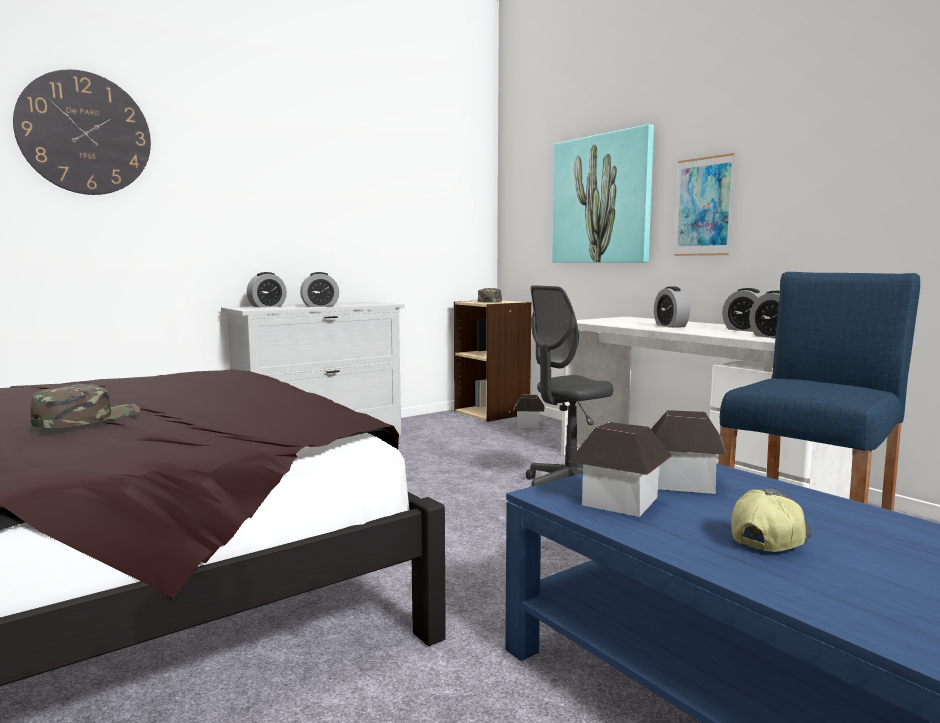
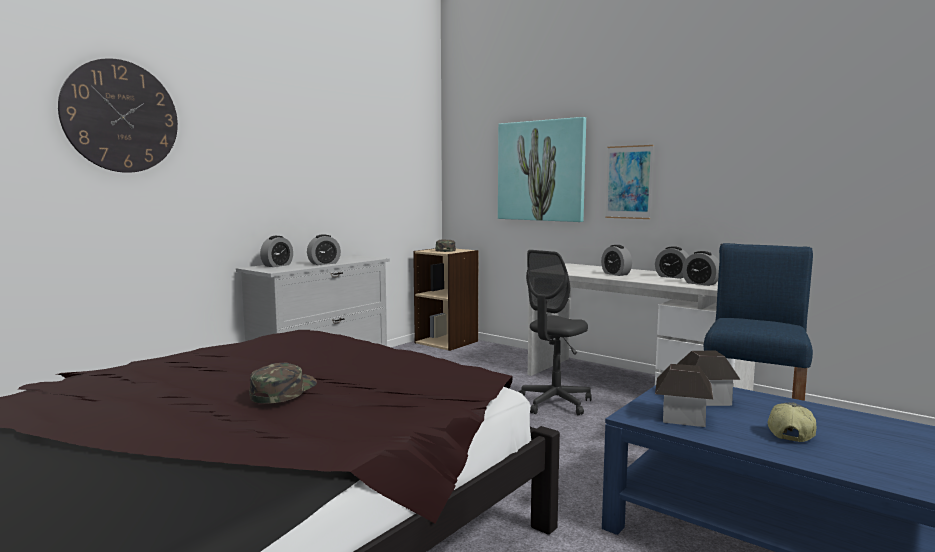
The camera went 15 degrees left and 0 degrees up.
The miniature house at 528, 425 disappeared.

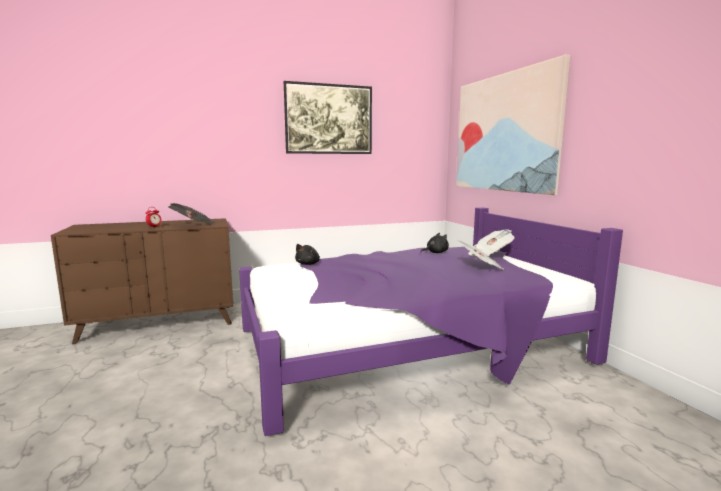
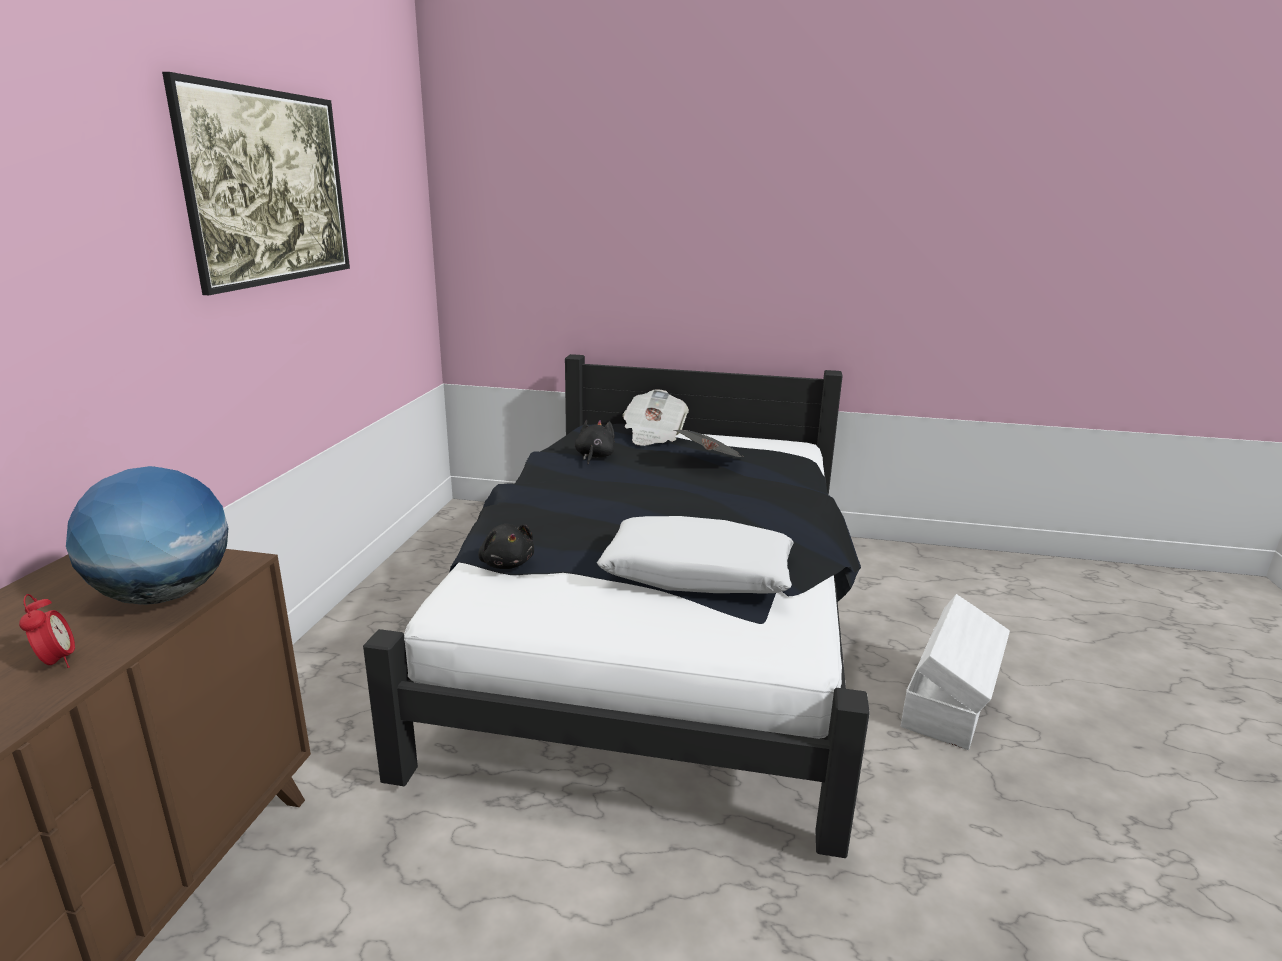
The camera went 60 degrees left and 10 degrees up.
The wall picture at 504, 133 disappeared.
The newspaper at 193, 225 was replaced by the world globe at 164, 595.
The purplish bed at 406, 348 became the black-coloured bed at 658, 631.
The white-coloured cushion at 697, 574 appeared.
The white-coloured storage container at 950, 701 appeared.

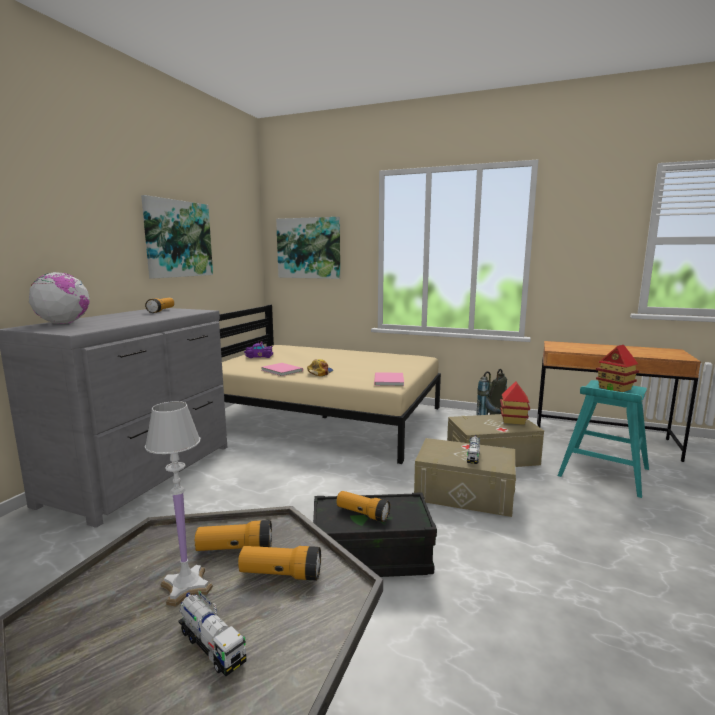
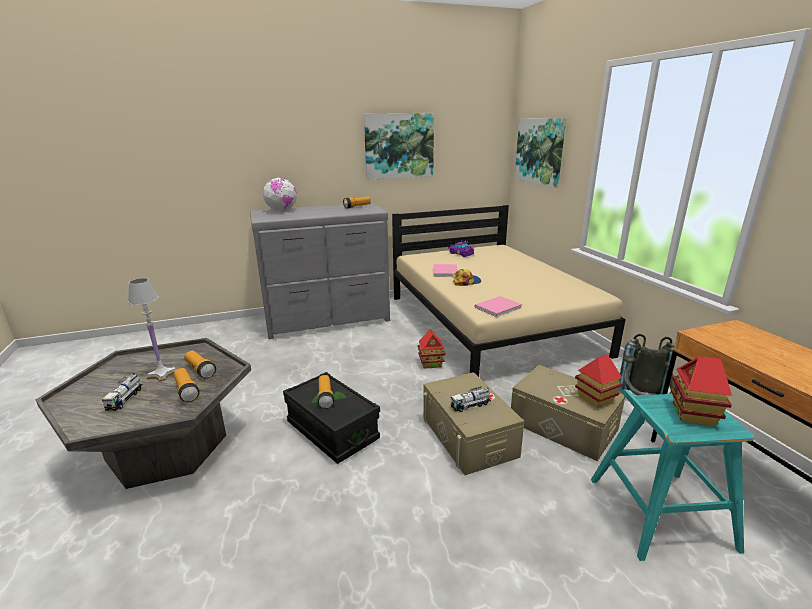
The camera went 50 degrees right and 10 degrees up.
The miniature house at 431, 363 appeared.

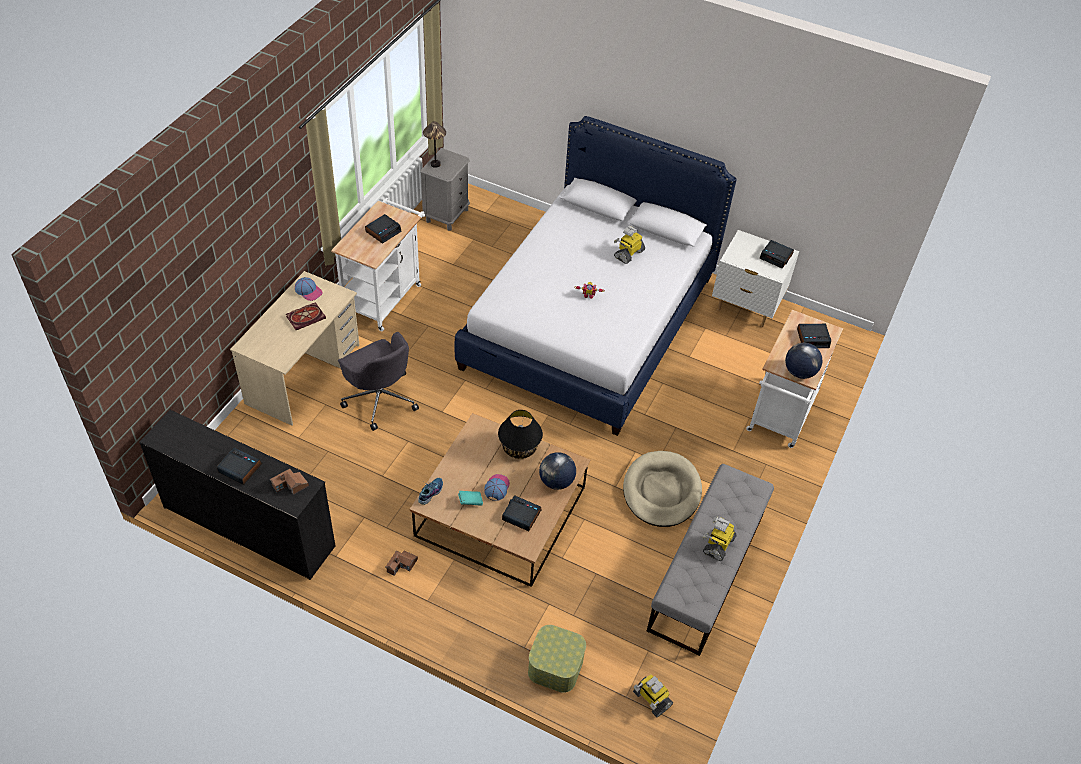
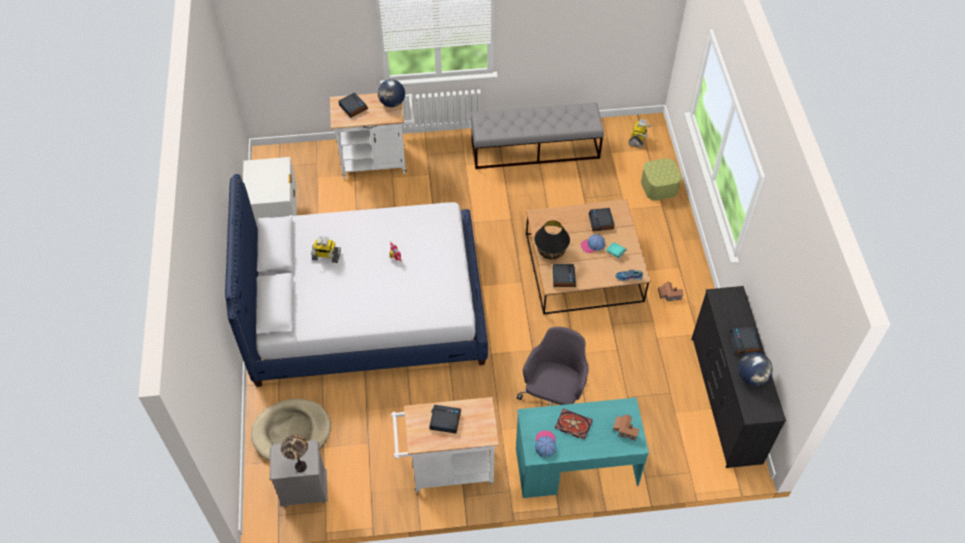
The camera went 120 degrees left and 5 degrees up.
The bedside clock moved from 776, 257 to 563, 277.
The beige-coloured desk table at 304, 374 became the turquoise desk table at 576, 466.
The beige-coloured dog cushion moved from 661, 491 to 291, 432.
The world globe moved from 556, 482 to 751, 377.
The miniature house moved from 290, 485 to 625, 429.
The model robot at 718, 544 disappeared.

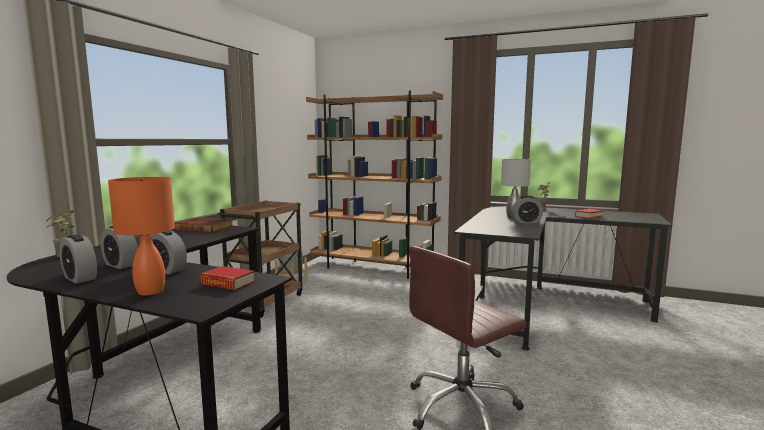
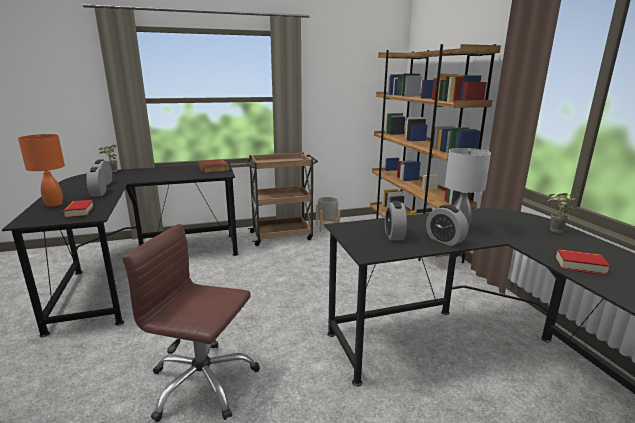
The camera went 50 degrees right and 10 degrees up.
The bedside clock moved from 80, 278 to 394, 235.

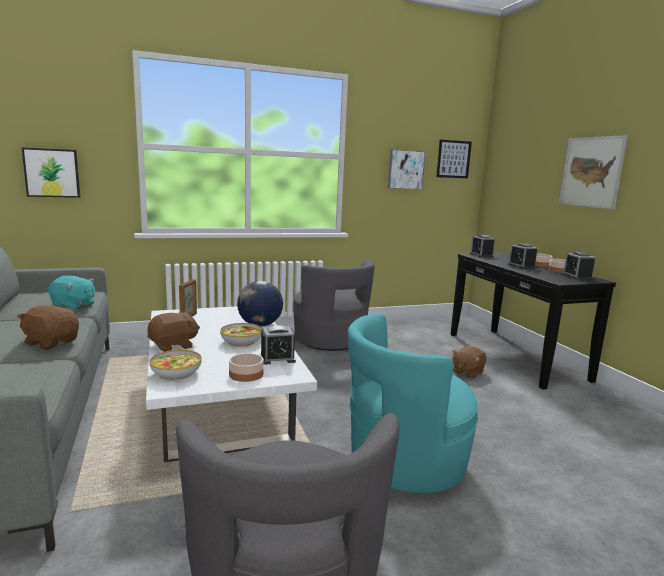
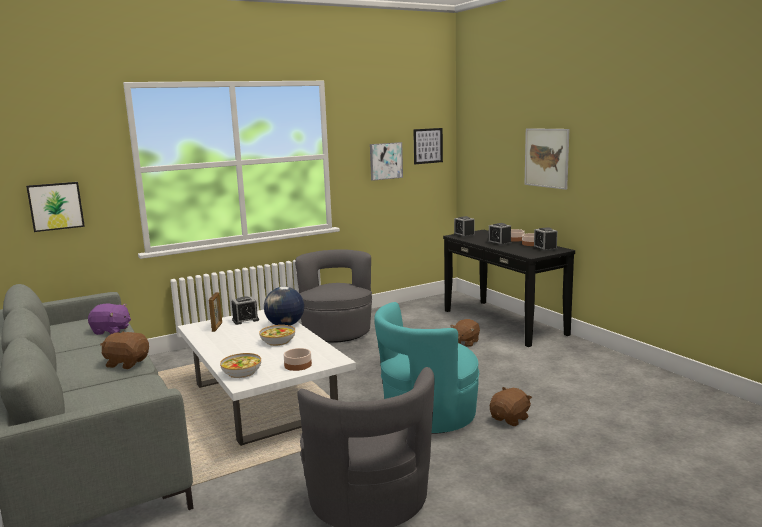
The camera went 10 degrees left and 0 degrees up.
The gray lounge chair at 330, 341 turned 135 degrees counterclockwise.
The turquoise soft toy at 73, 305 became the purplish soft toy at 111, 331.
The brown-coloured soft toy moved from 173, 346 to 510, 419.
The bedside clock moved from 277, 358 to 245, 320.

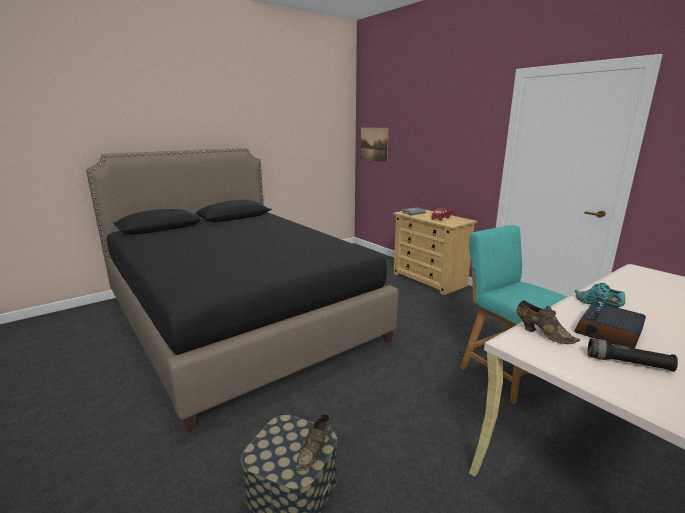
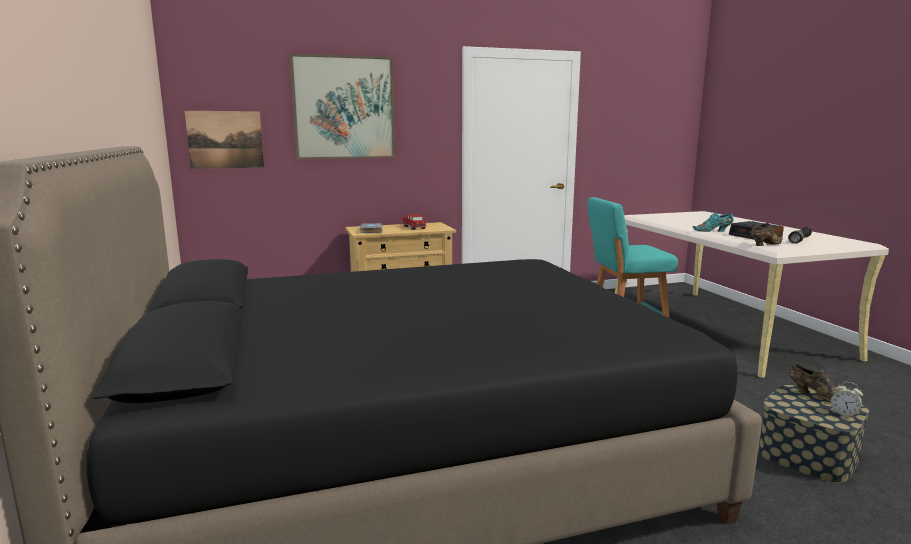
The camera went 70 degrees left and 5 degrees down.
The wall picture at 344, 108 appeared.
The bedside clock at 844, 414 appeared.

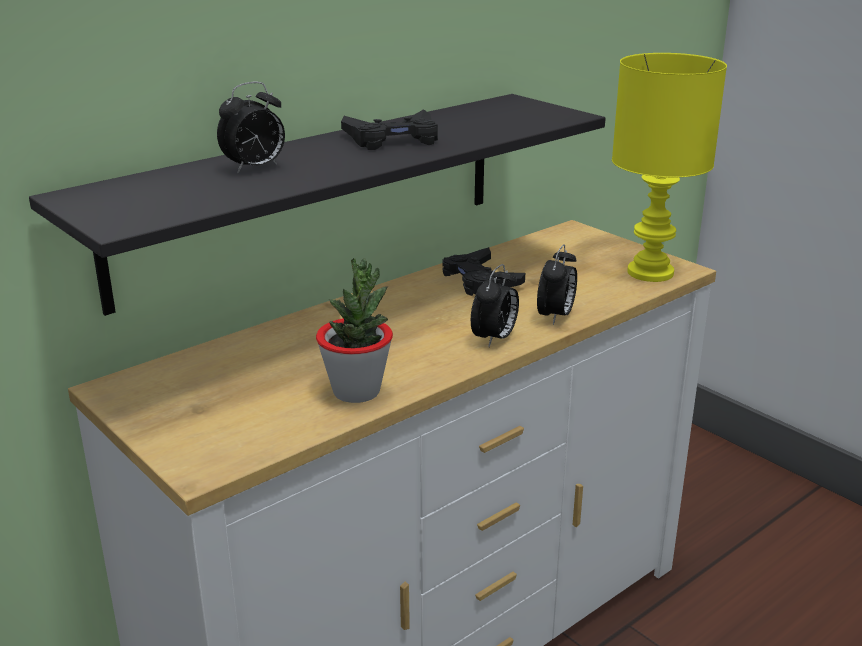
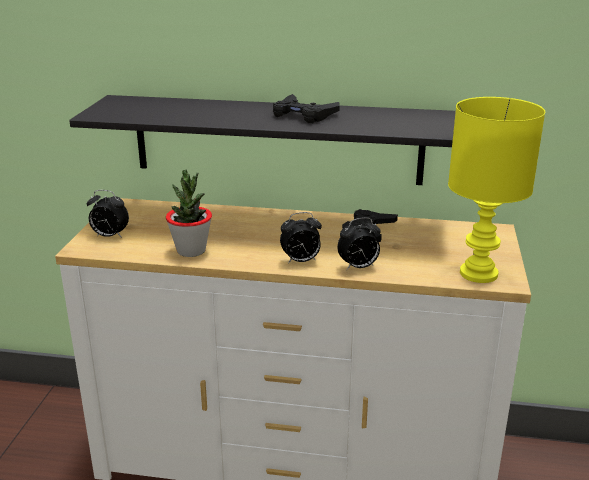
The camera went 50 degrees right and 0 degrees up.
The bedside clock moved from 255, 168 to 109, 236.

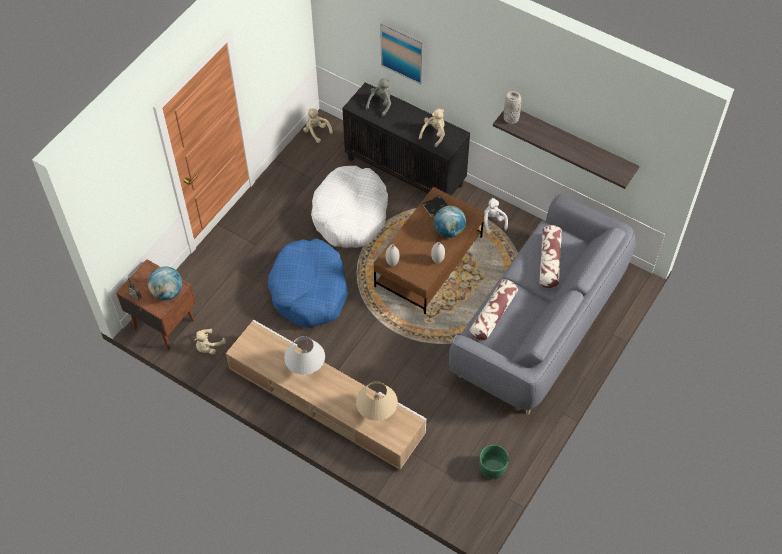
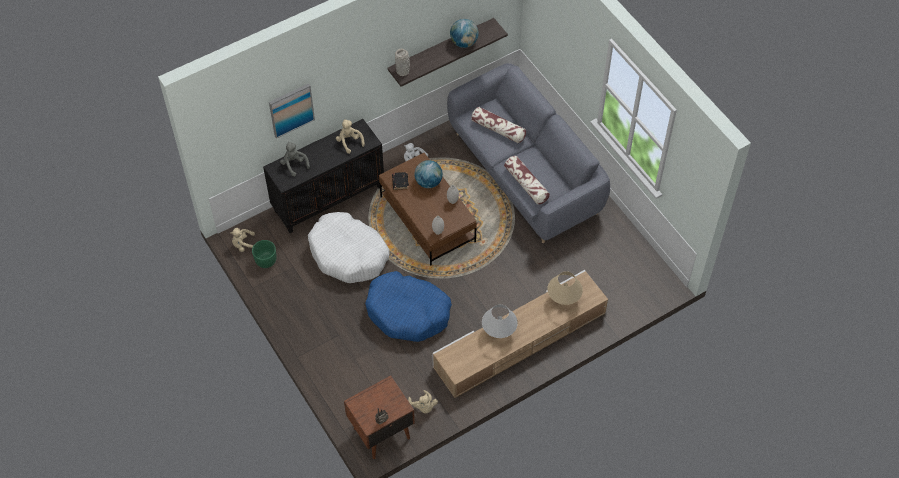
The camera went 65 degrees left and 0 degrees up.
The world globe moved from 167, 292 to 464, 42.
The green plant pot moved from 492, 468 to 266, 260.

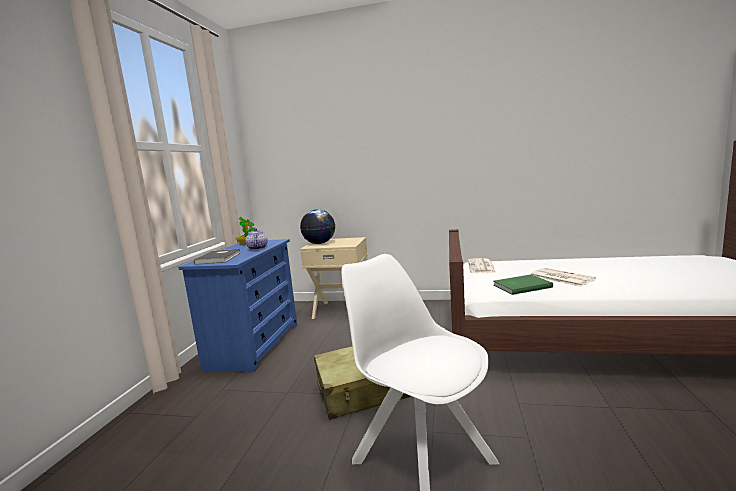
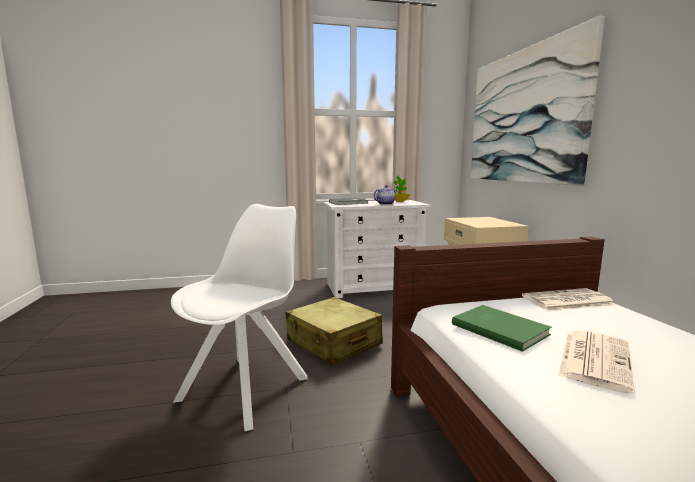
The camera went 65 degrees right and 0 degrees up.
The world globe at 319, 243 disappeared.
The bluish dresser at 255, 345 became the white-coloured dresser at 374, 287.
The wall picture at 523, 116 appeared.

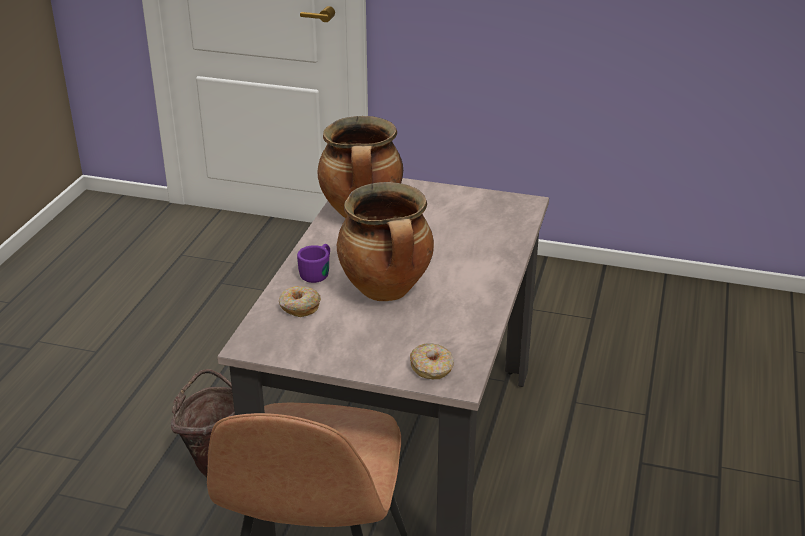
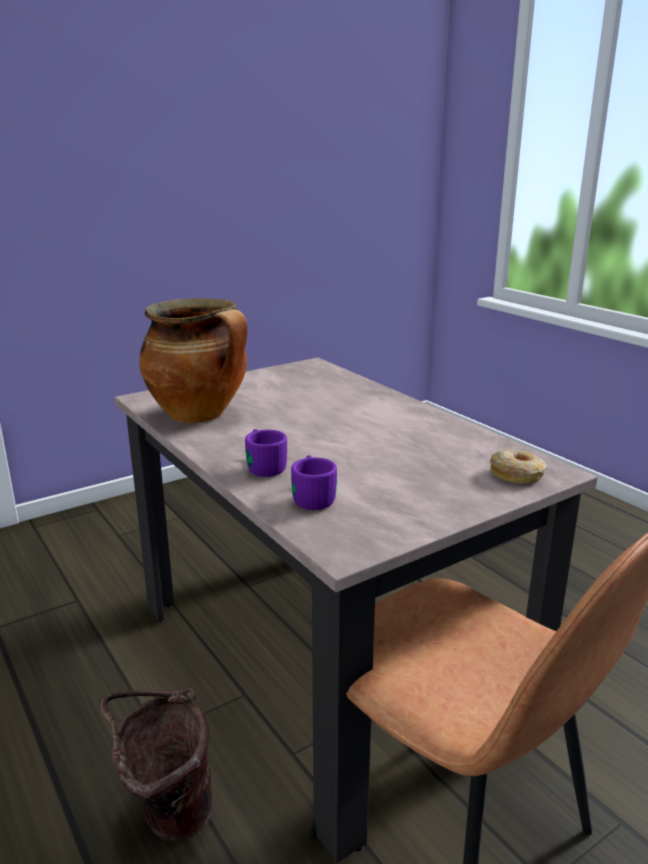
The camera went 50 degrees left and 10 degrees down.
The saucepot at 387, 291 disappeared.
The donut at 299, 307 was replaced by the purplish tea mug at 312, 496.

